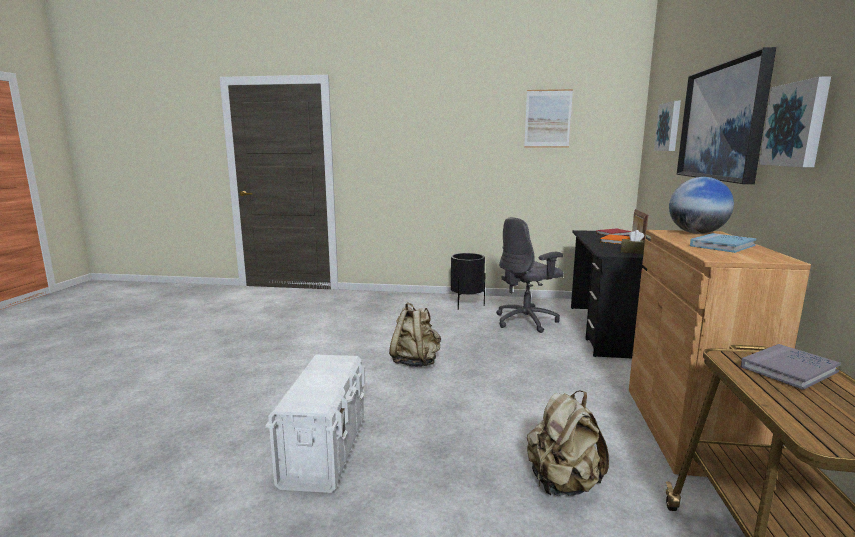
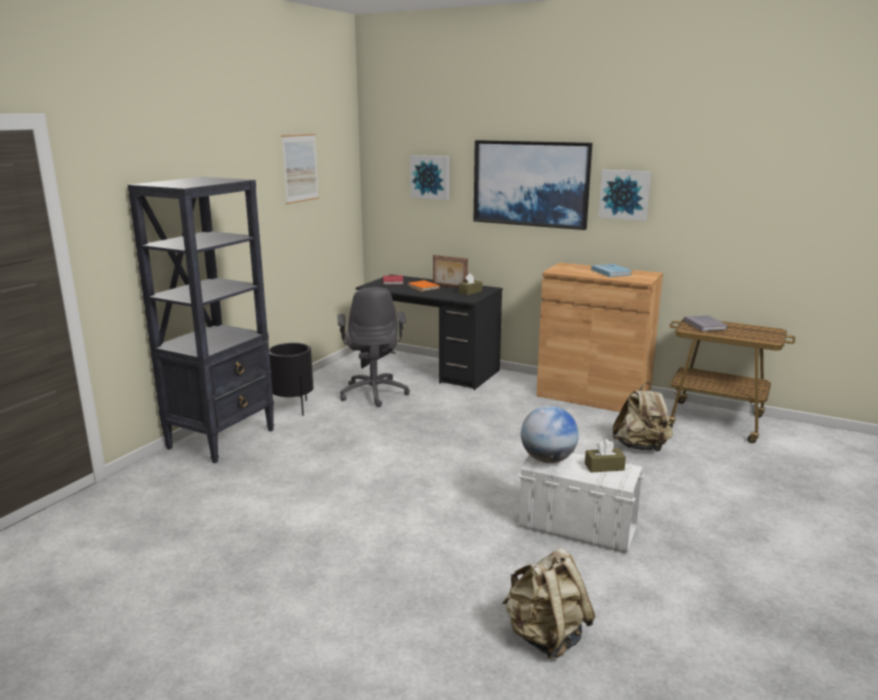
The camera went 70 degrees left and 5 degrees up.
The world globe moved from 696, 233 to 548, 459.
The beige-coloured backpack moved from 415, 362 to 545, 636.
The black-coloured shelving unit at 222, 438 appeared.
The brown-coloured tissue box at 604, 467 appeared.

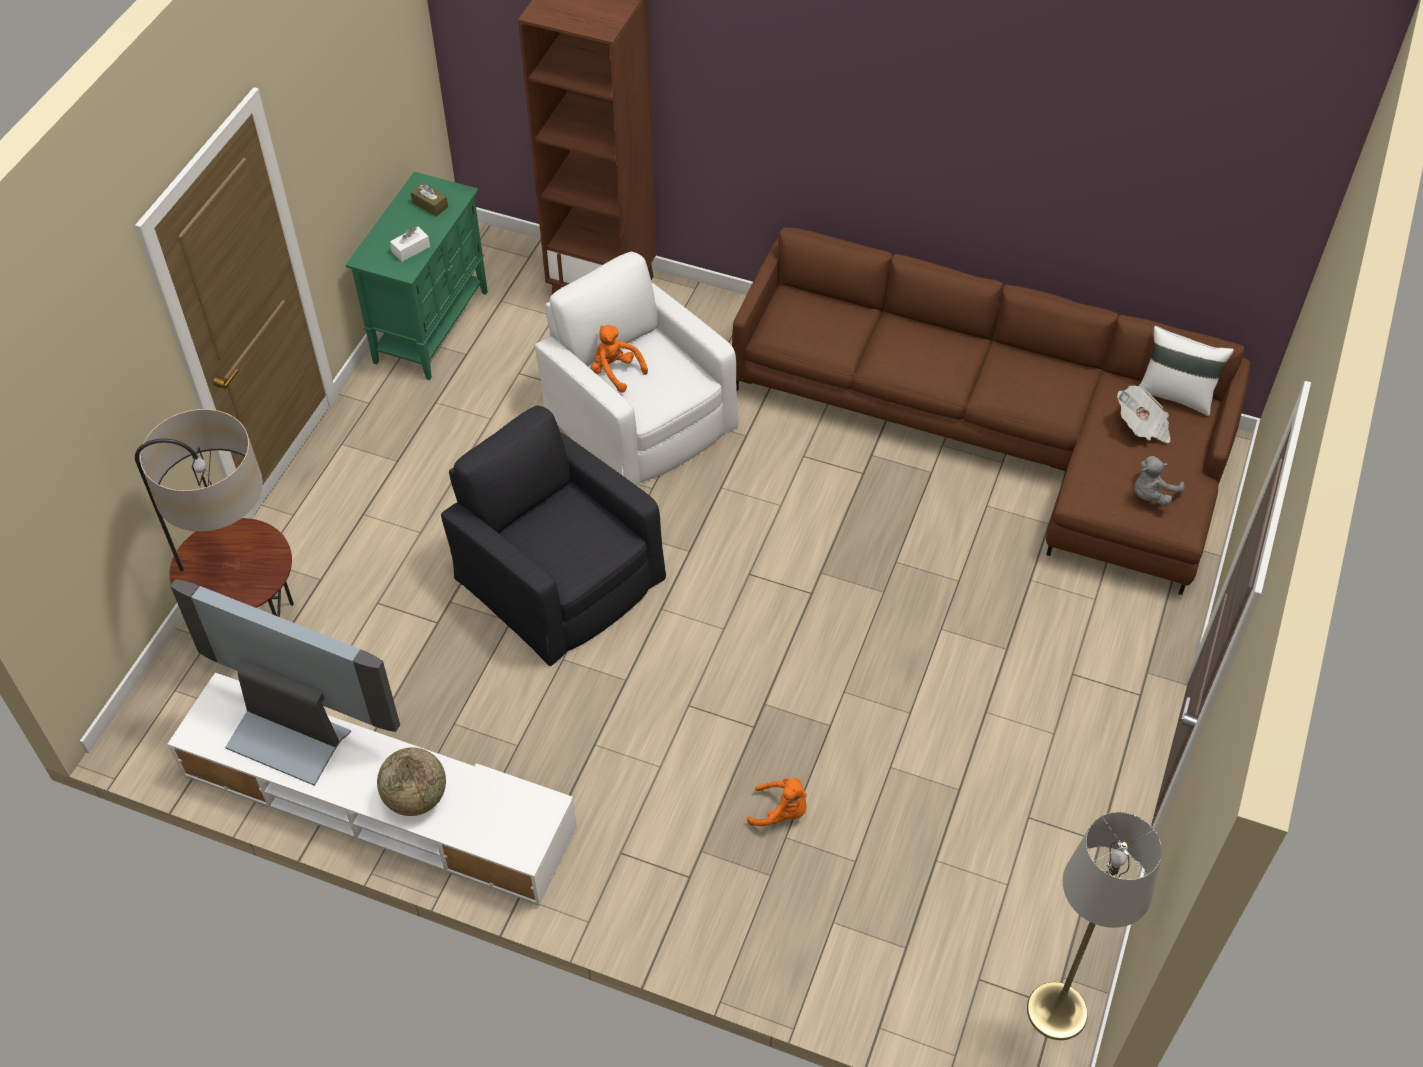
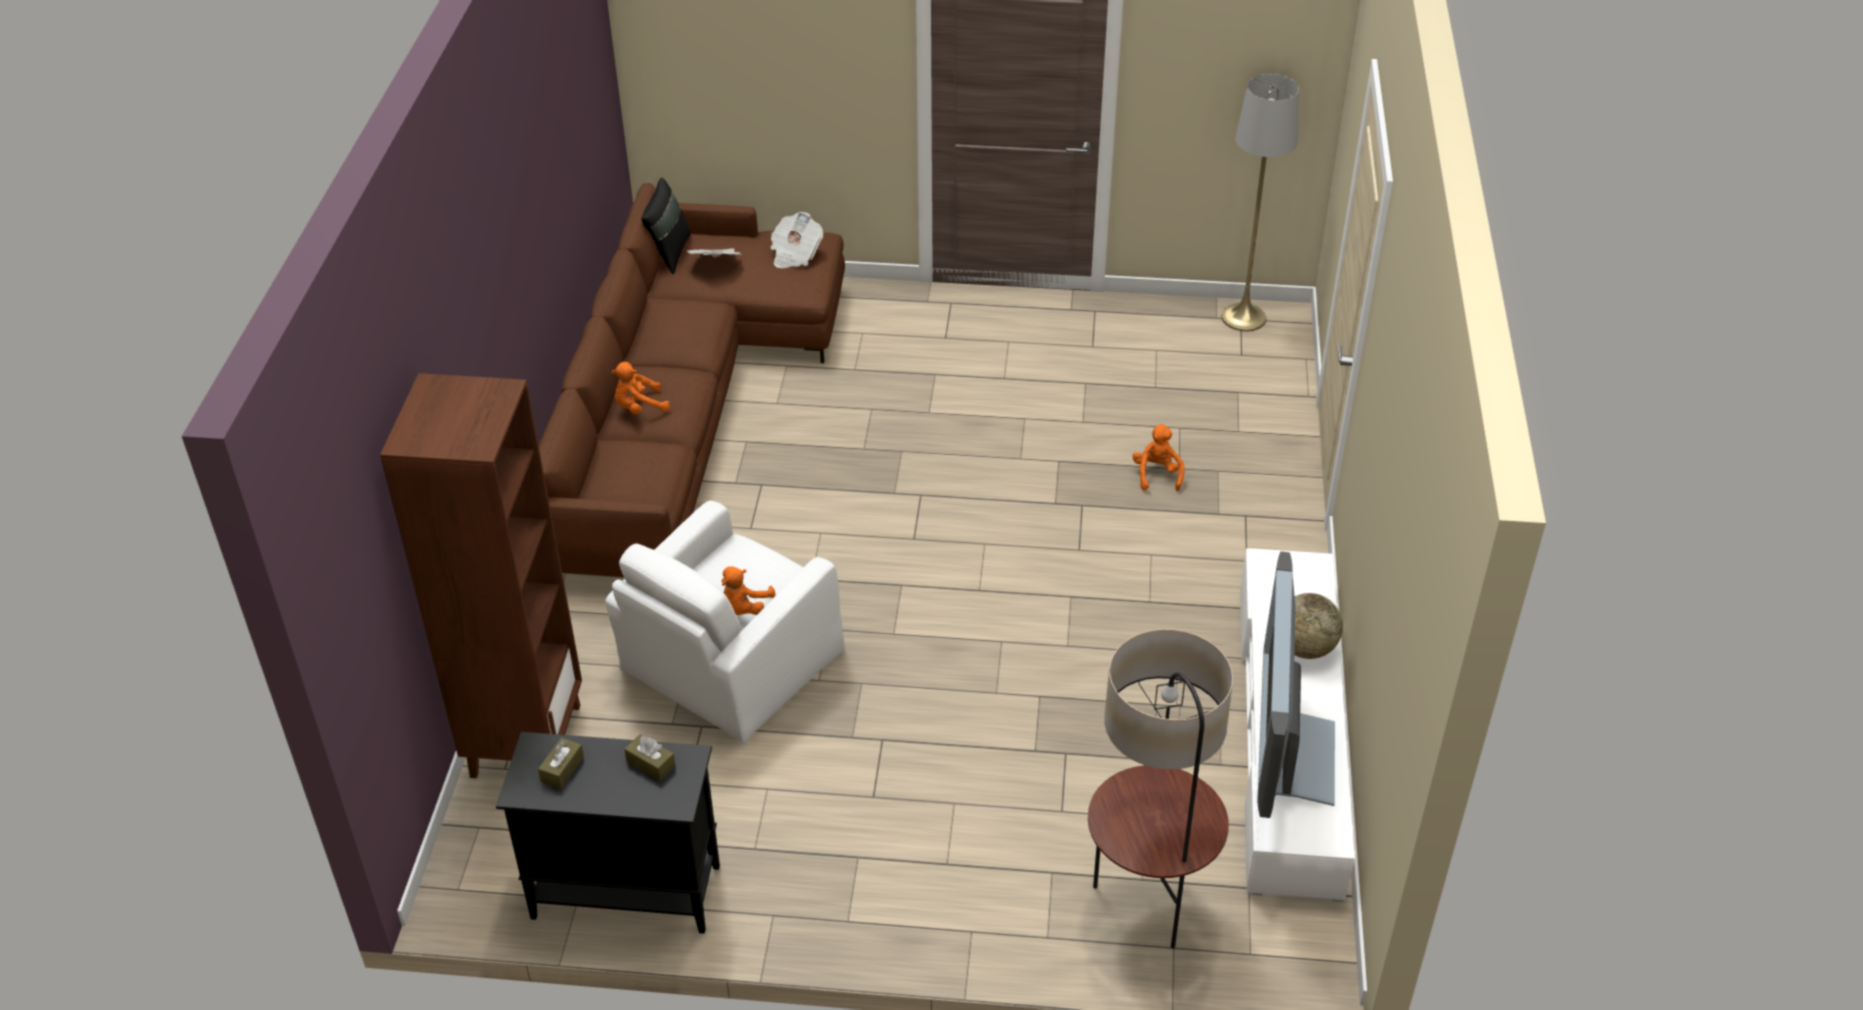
The camera went 105 degrees left and 10 degrees down.
The green storage cabinet at 431, 326 became the black-coloured storage cabinet at 624, 892.
The white-coloured tissue box at 411, 249 became the brown-coloured tissue box at 651, 763.
The white-coloured cushion at 1175, 395 became the black-coloured cushion at 669, 253.
The black-coloured lounge chair at 557, 576 disappeared.
The gray soft toy at 1151, 494 was replaced by the newspaper at 795, 254.
The orange soft toy at 639, 407 appeared.

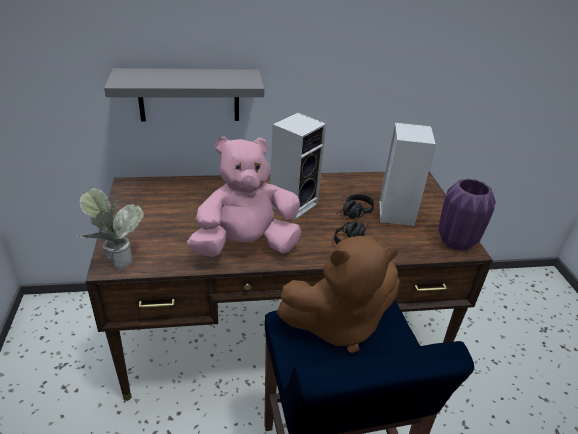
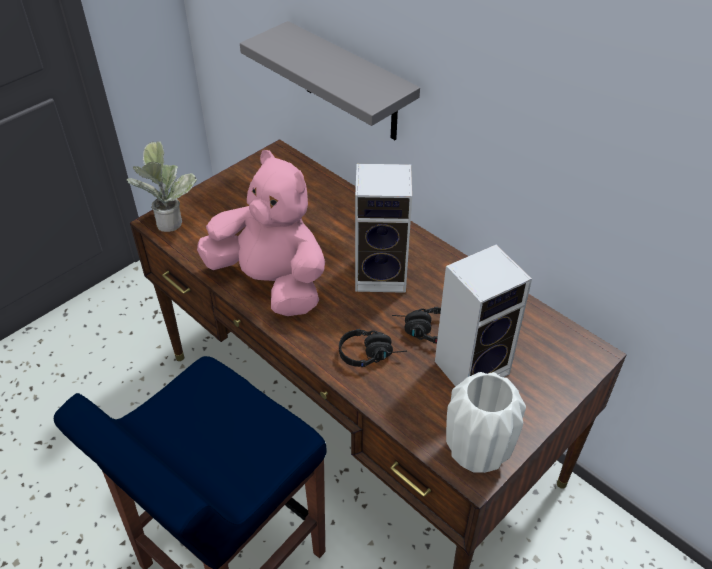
The camera went 55 degrees right and 10 degrees up.
The purplish vase at 456, 242 became the white-coloured vase at 477, 454.
The brown-coloured soft toy at 338, 324 disappeared.

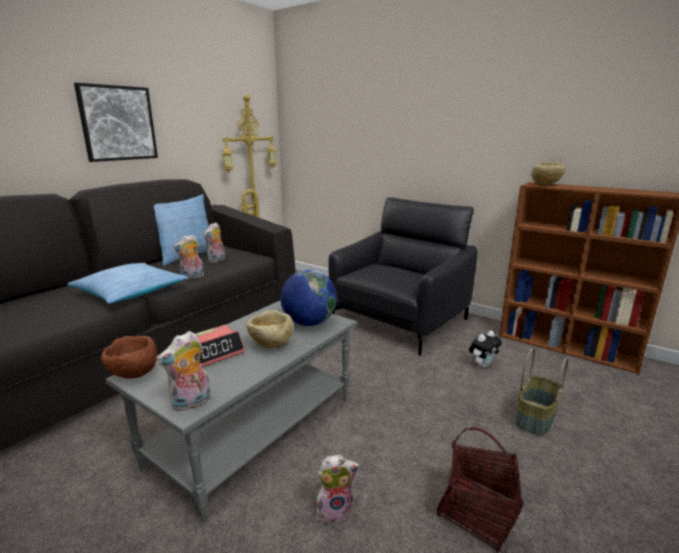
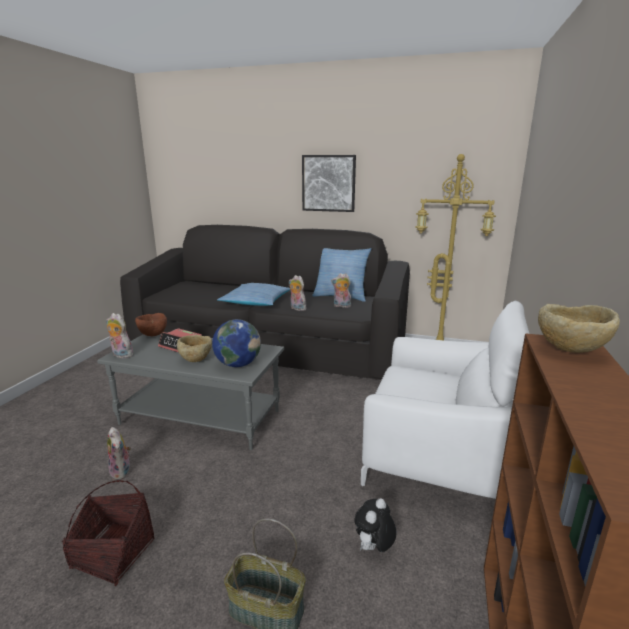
The camera went 70 degrees right and 0 degrees up.
The black-coloured lounge chair at 399, 321 became the white-coloured lounge chair at 437, 456.
The soft toy at 482, 365 turned 90 degrees clockwise.

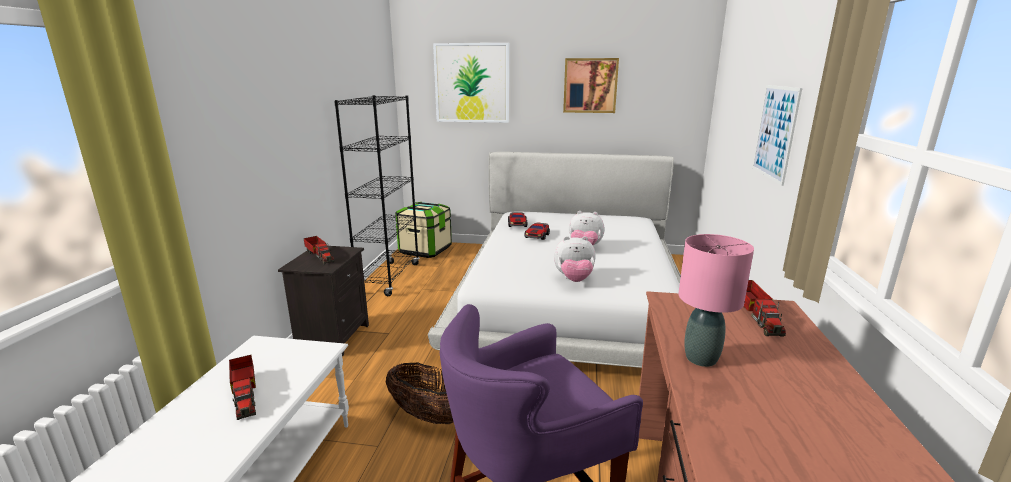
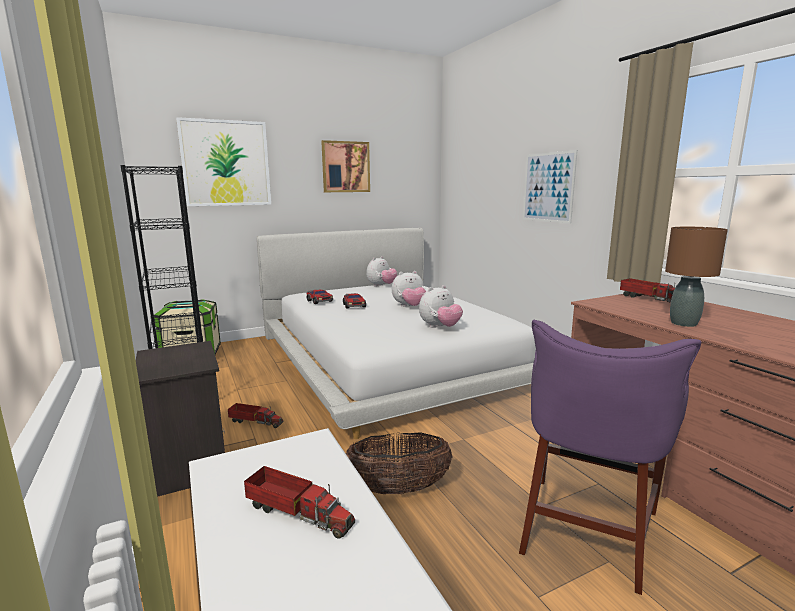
The camera went 35 degrees left and 5 degrees down.
The pink-coloured tabletop lamp at 701, 358 became the brown-coloured tabletop lamp at 683, 323.
The model truck moved from 319, 255 to 255, 422.
The soft toy at 381, 286 appeared.

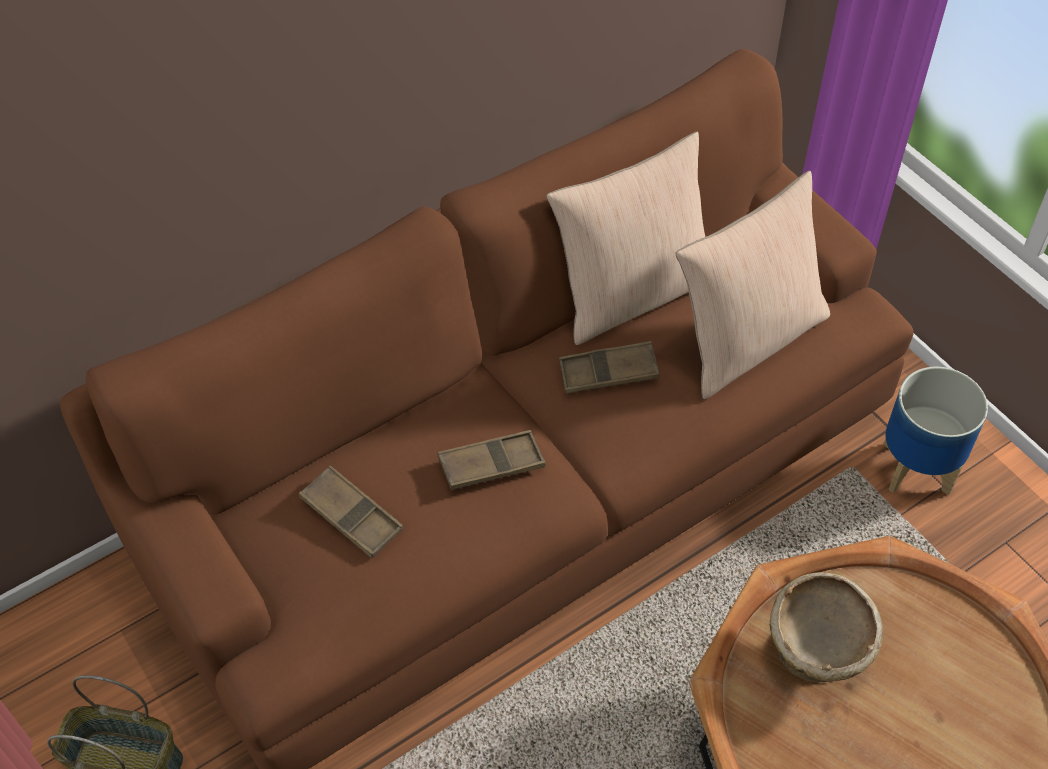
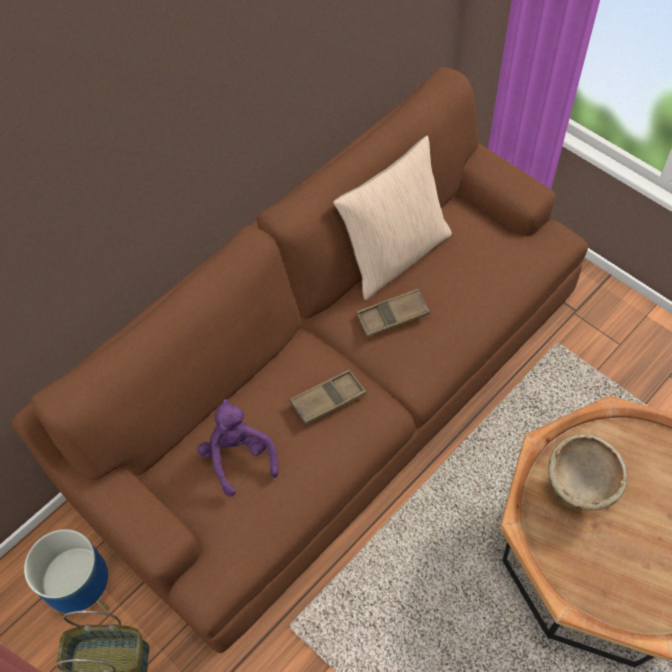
The camera went 10 degrees left and 5 degrees up.
The beige-coloured cushion at 747, 339 disappeared.
The plant pot moved from 918, 468 to 86, 590.
The brown-coloured carrying tray at 351, 516 was replaced by the purplish soft toy at 239, 457.

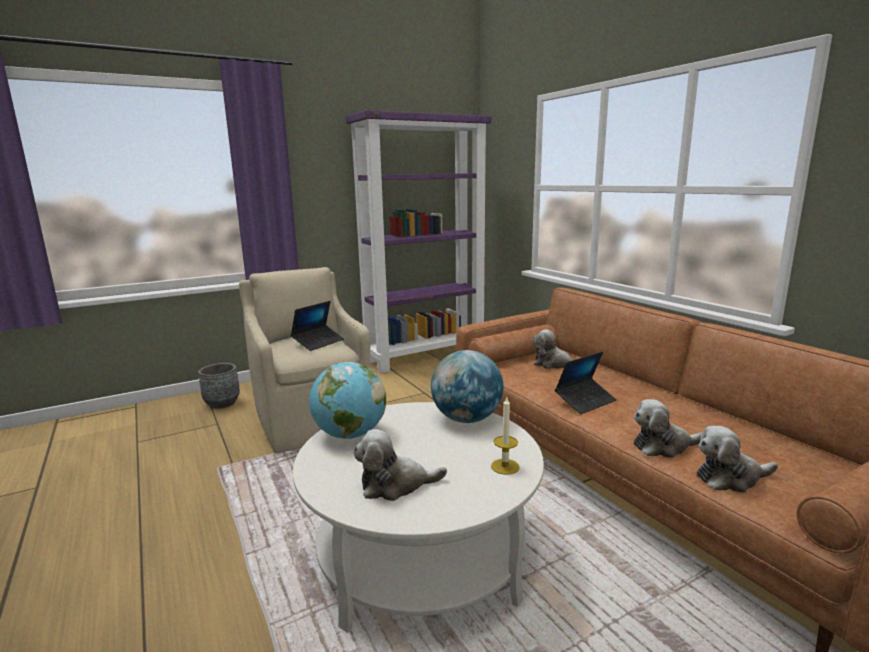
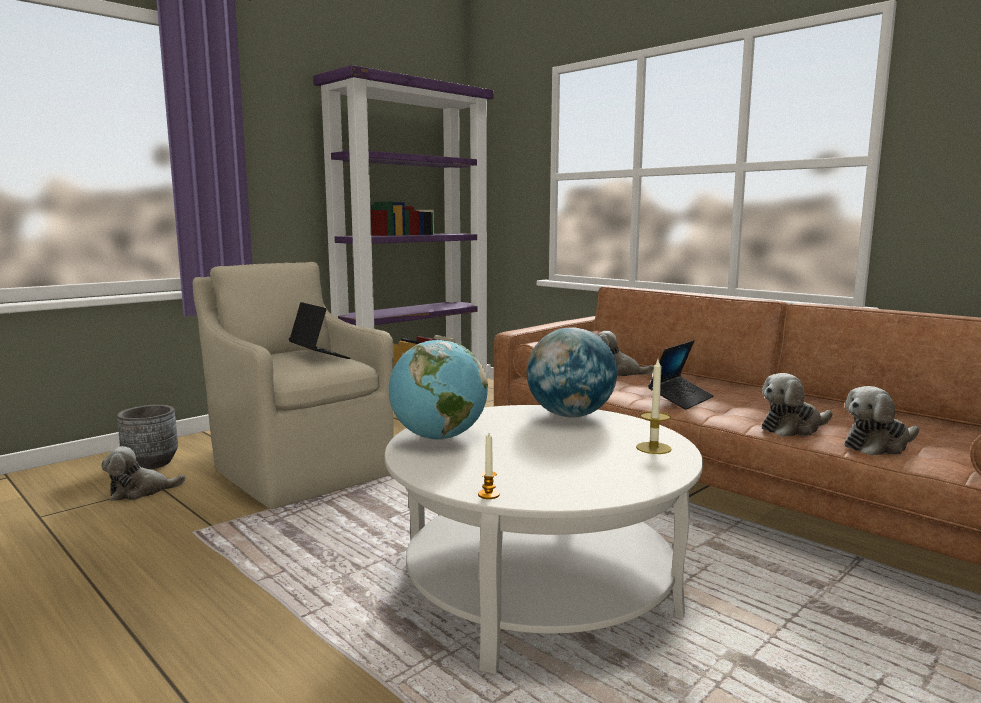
The camera went 15 degrees left and 5 degrees down.
The portable computer at 318, 342 turned 60 degrees counterclockwise.
The soft toy moved from 395, 485 to 140, 491.
The wax light at 488, 495 appeared.

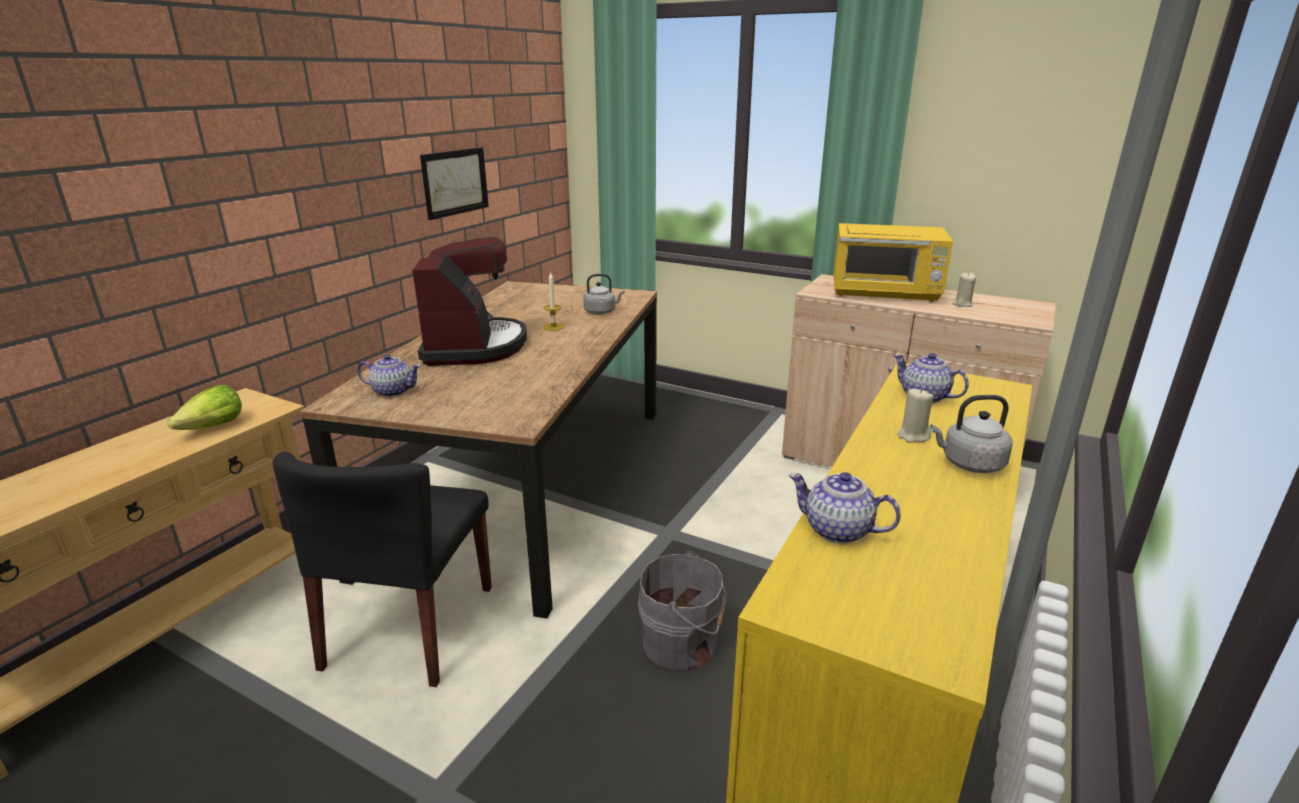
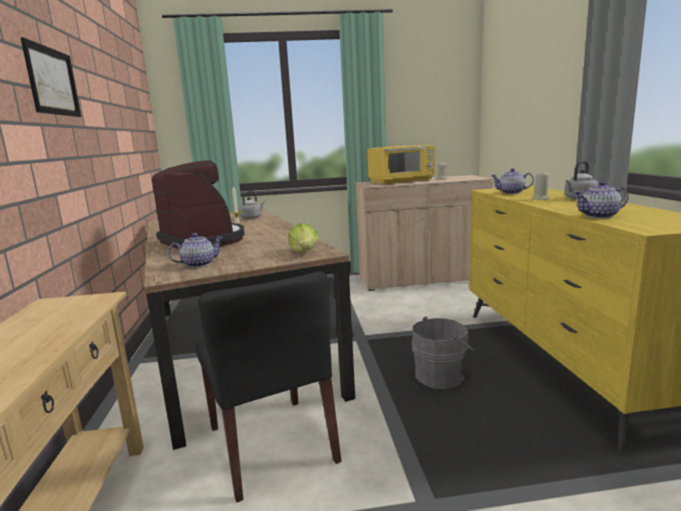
The camera went 35 degrees left and 10 degrees down.
The wall picture moved from 455, 182 to 52, 81.
The lettuce moved from 214, 427 to 305, 252.

